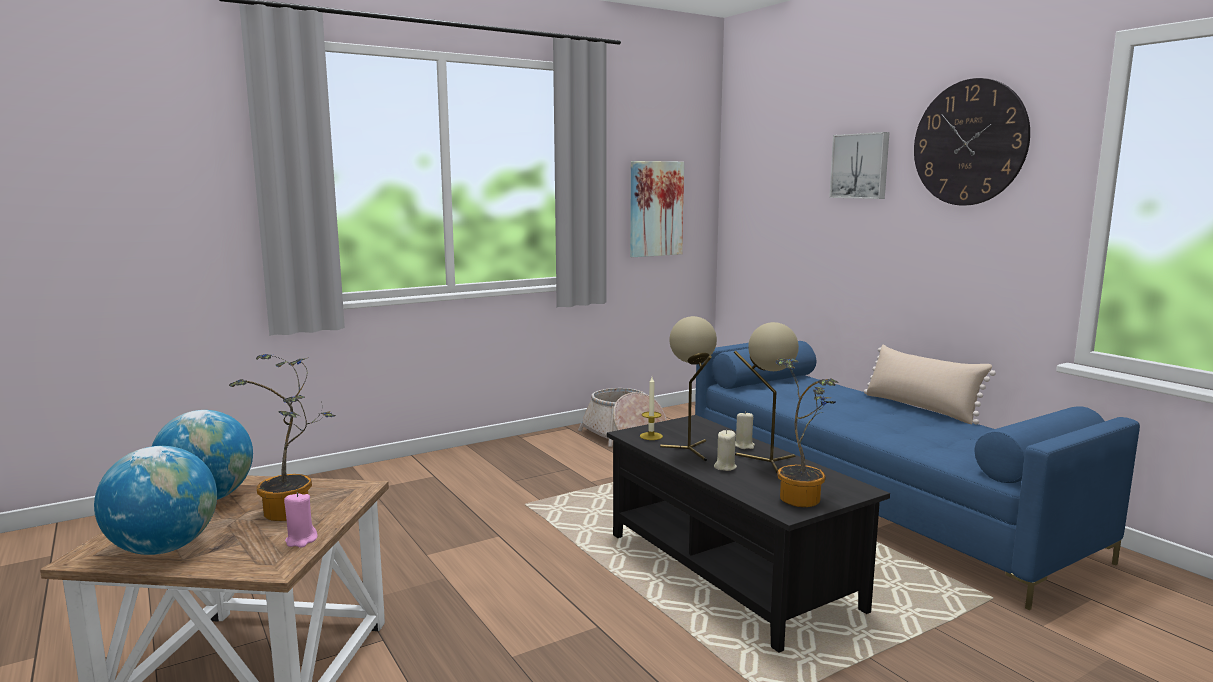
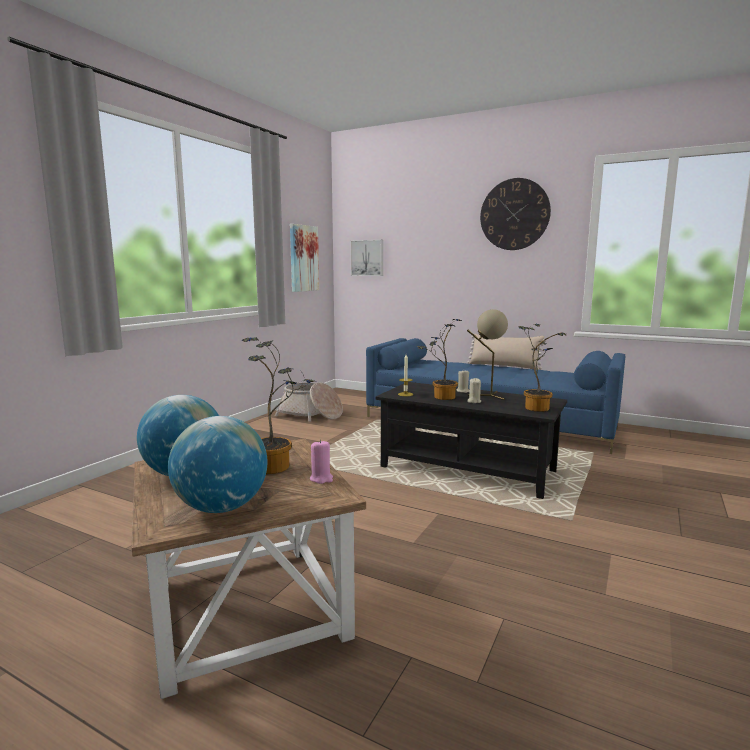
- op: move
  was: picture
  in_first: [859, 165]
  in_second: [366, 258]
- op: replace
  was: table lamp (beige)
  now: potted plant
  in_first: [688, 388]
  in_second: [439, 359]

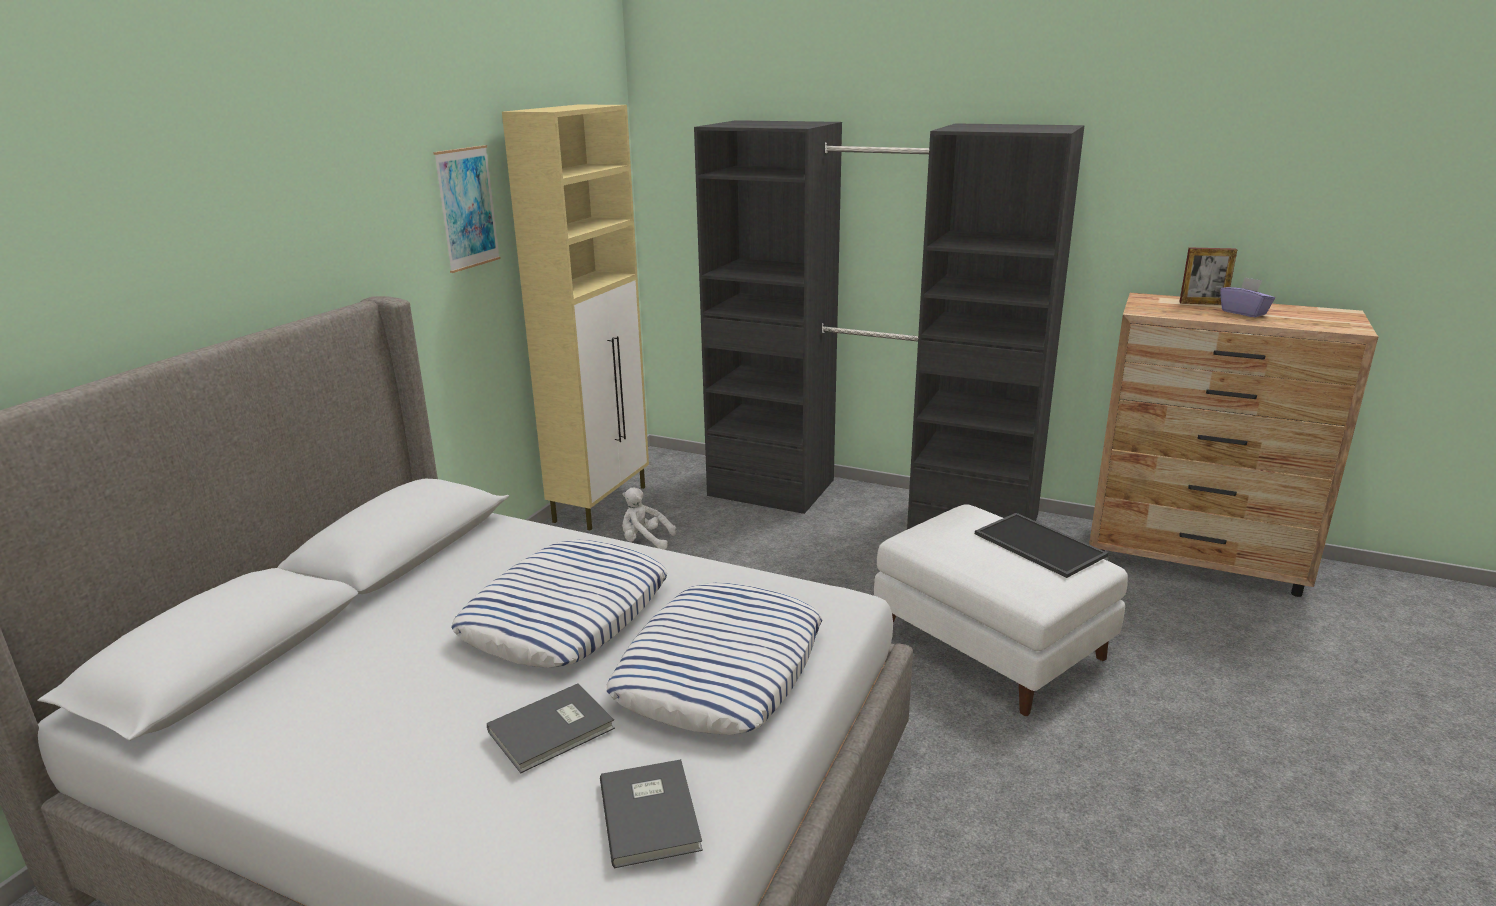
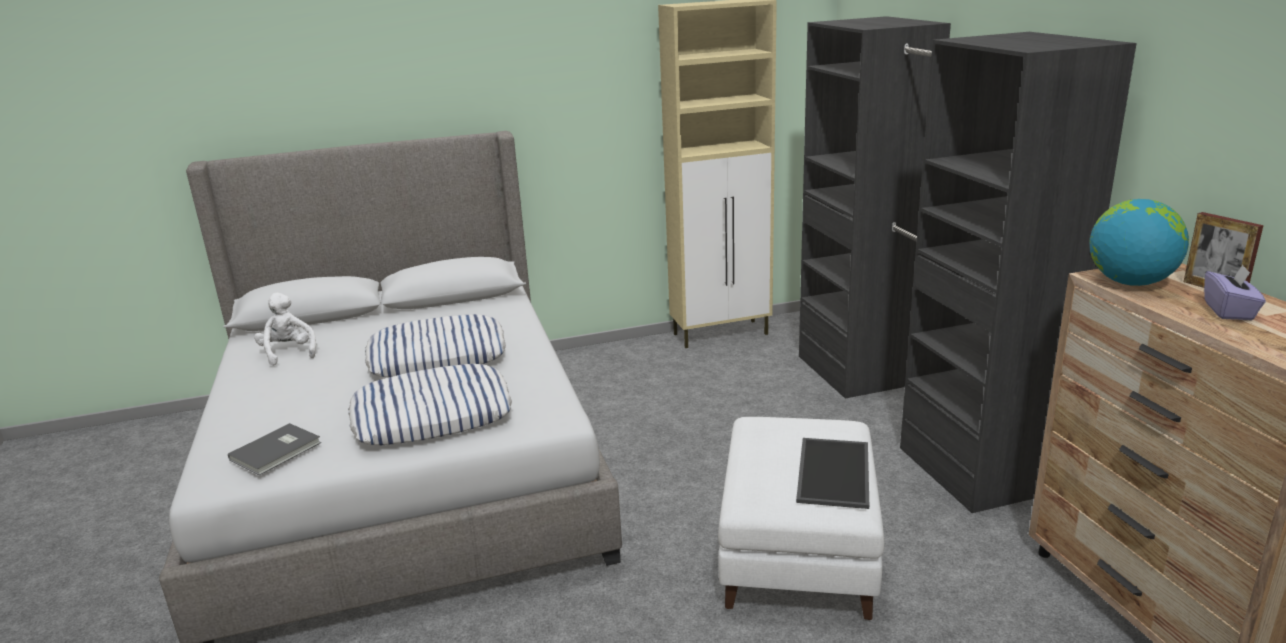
- op: delete
  was: picture
  in_first: [467, 209]
- op: delete
  was: book (grey)
  in_first: [551, 728]
- op: insert
  now: globe
  in_second: [1139, 242]
- op: move
  was: plush toy (white)
  in_first: [649, 518]
  in_second: [285, 329]

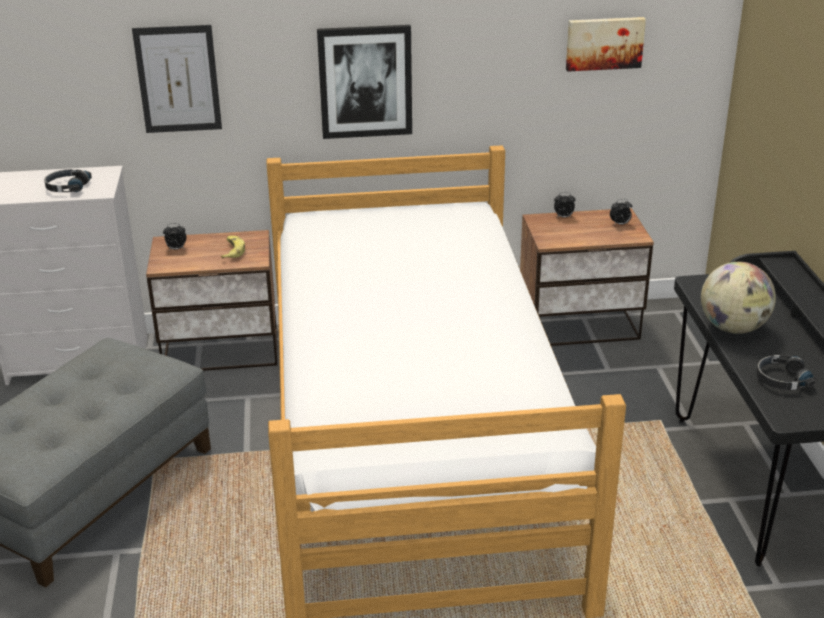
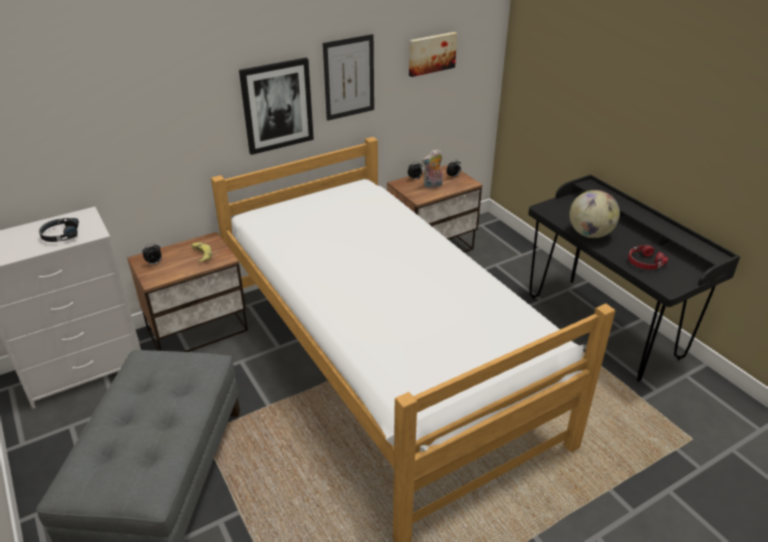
- op: insert
  now: plush toy
  in_second: [432, 169]
- op: move
  was: picture
  in_first: [177, 79]
  in_second: [348, 77]
- op: recolor
  was: headphones (black)
  now: headphones (red)
  in_first: [785, 372]
  in_second: [648, 257]

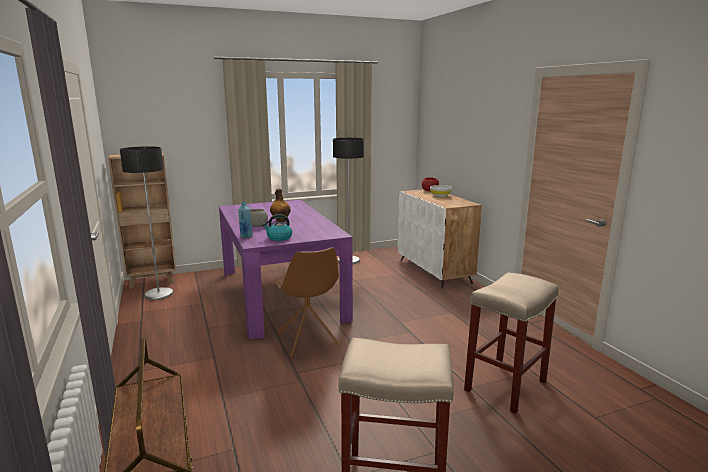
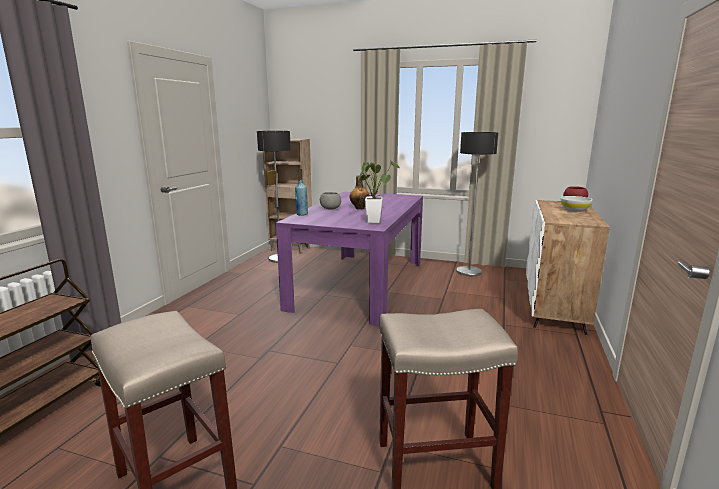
- op: delete
  was: kettle
  in_first: [277, 227]
- op: delete
  was: chair (brown)
  in_first: [308, 302]
- op: insert
  now: potted plant
  in_second: [379, 191]

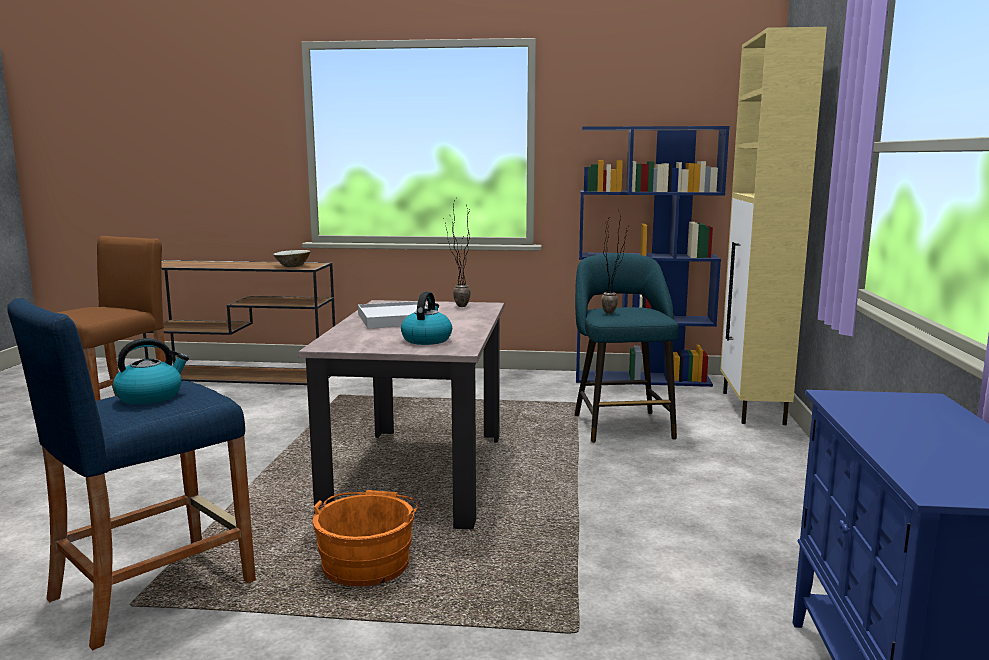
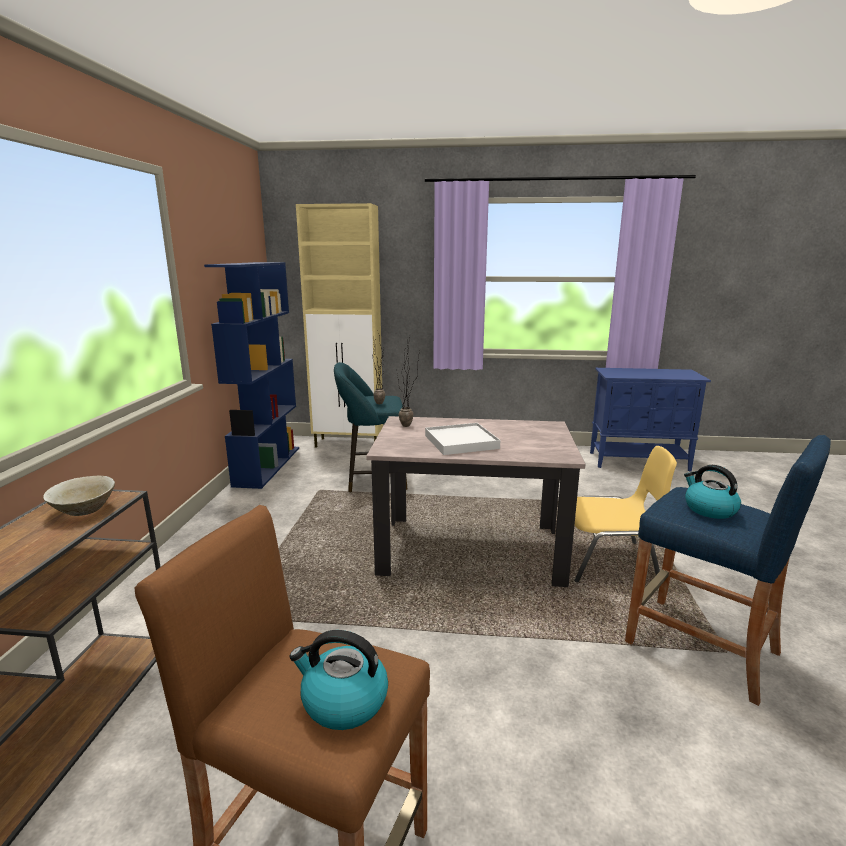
- op: move
  was: kettle
  in_first: [426, 318]
  in_second: [338, 680]
- op: replace
  was: bucket (orange)
  now: chair (yellow)
  in_first: [365, 538]
  in_second: [625, 514]

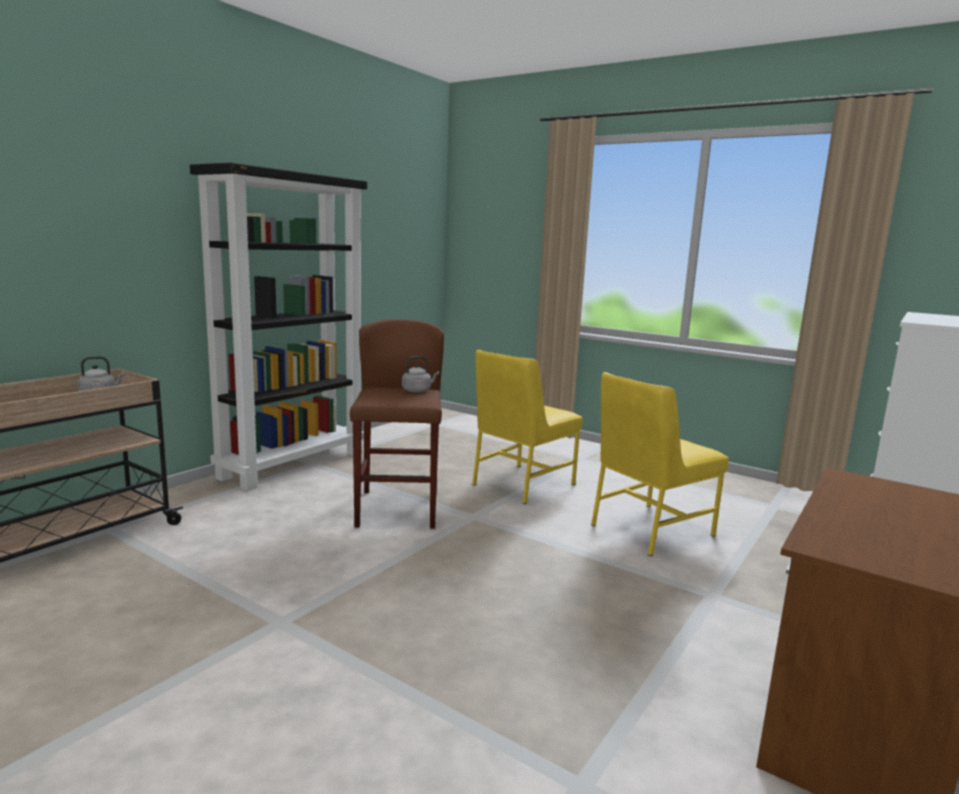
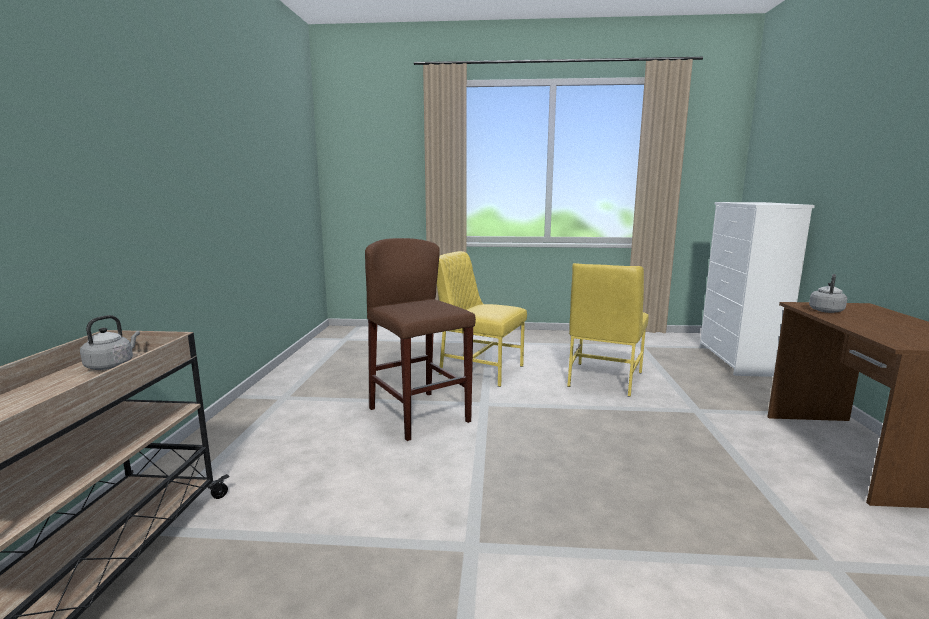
- op: delete
  was: bookcase (black)
  in_first: [278, 327]
- op: move
  was: kettle (grey)
  in_first: [420, 374]
  in_second: [828, 293]
- op: rotate
  was: chair (yellow)
  in_first: [527, 427]
  in_second: [482, 319]
  clockwise: 105

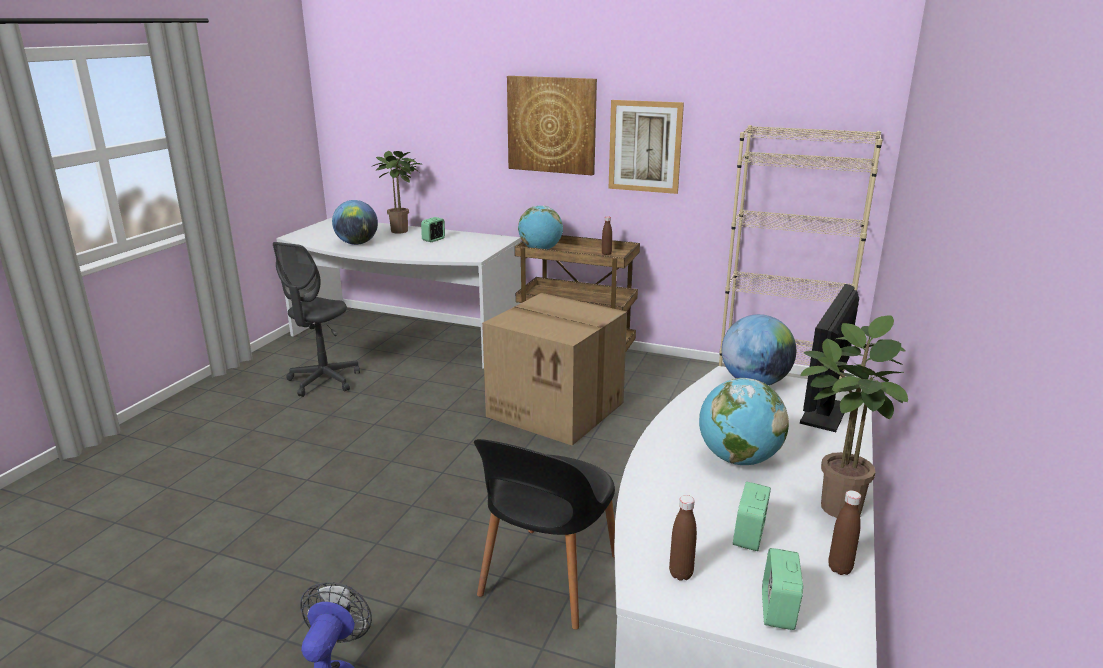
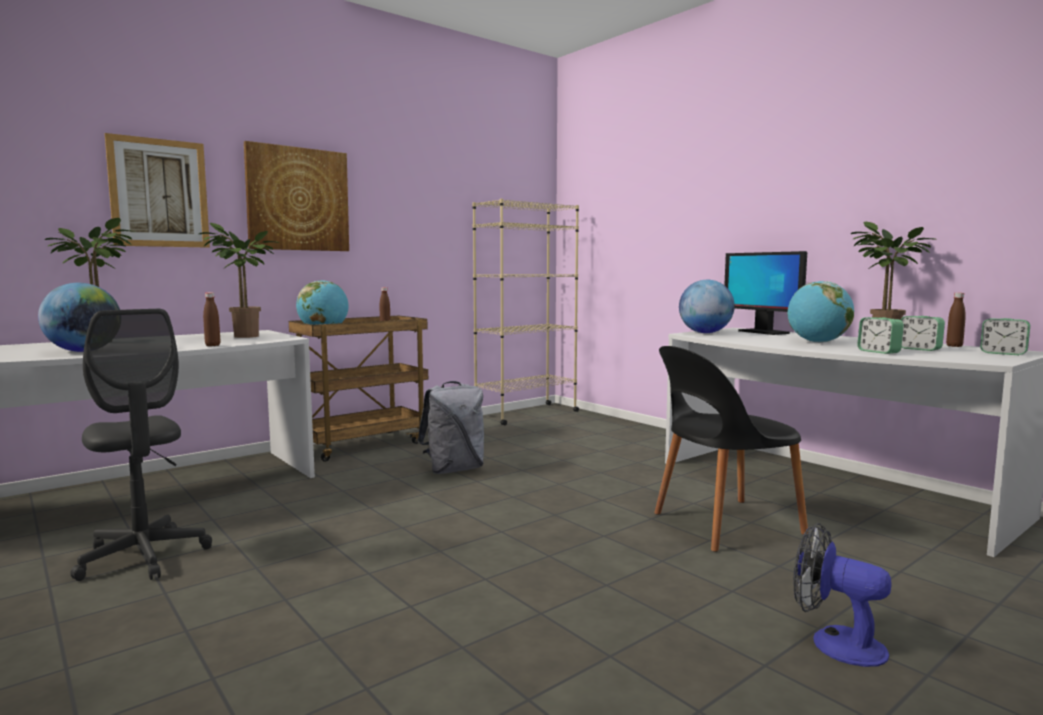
- op: insert
  now: potted plant
  in_second: [239, 280]
- op: move
  was: alarm clock
  in_first: [433, 229]
  in_second: [880, 335]
- op: move
  was: picture
  in_first: [646, 147]
  in_second: [157, 190]
- op: move
  was: bottle (brown)
  in_first: [683, 538]
  in_second: [211, 319]
- op: replace
  was: cardboard box
  now: backpack (grey)
  in_first: [554, 369]
  in_second: [450, 427]
- op: rotate
  was: chair (black)
  in_first: [544, 534]
  in_second: [731, 449]
  clockwise: 105

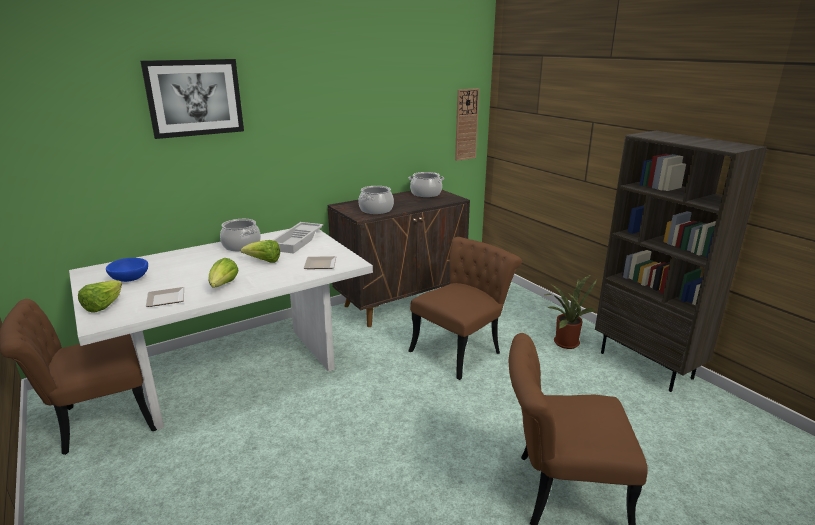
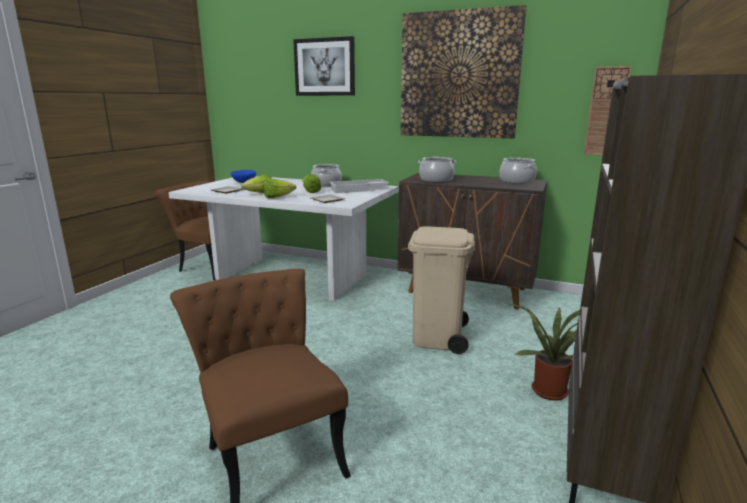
- op: insert
  now: picture
  in_second: [464, 72]
- op: move
  was: lettuce
  in_first: [100, 296]
  in_second: [279, 188]
- op: replace
  was: chair (brown)
  now: trash can (beige)
  in_first: [465, 308]
  in_second: [441, 290]

